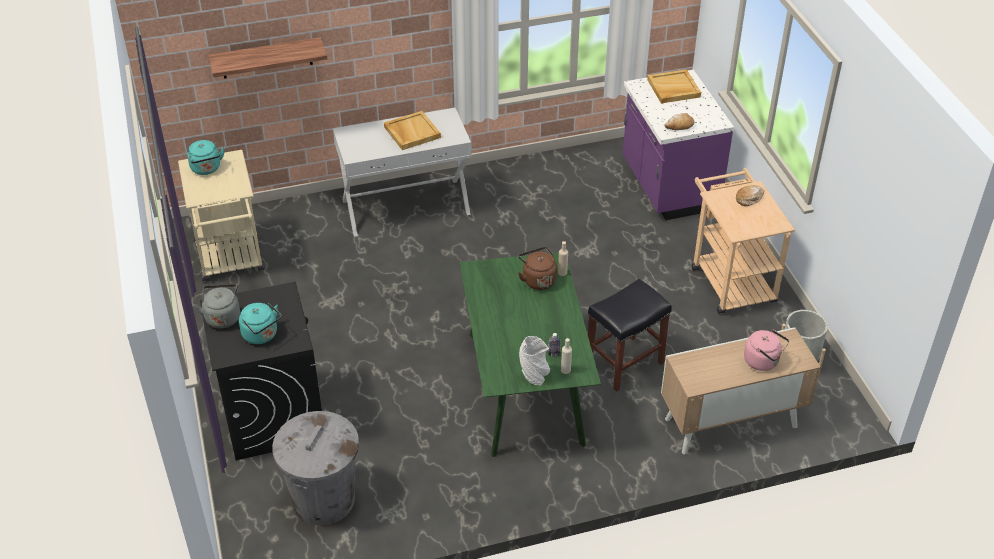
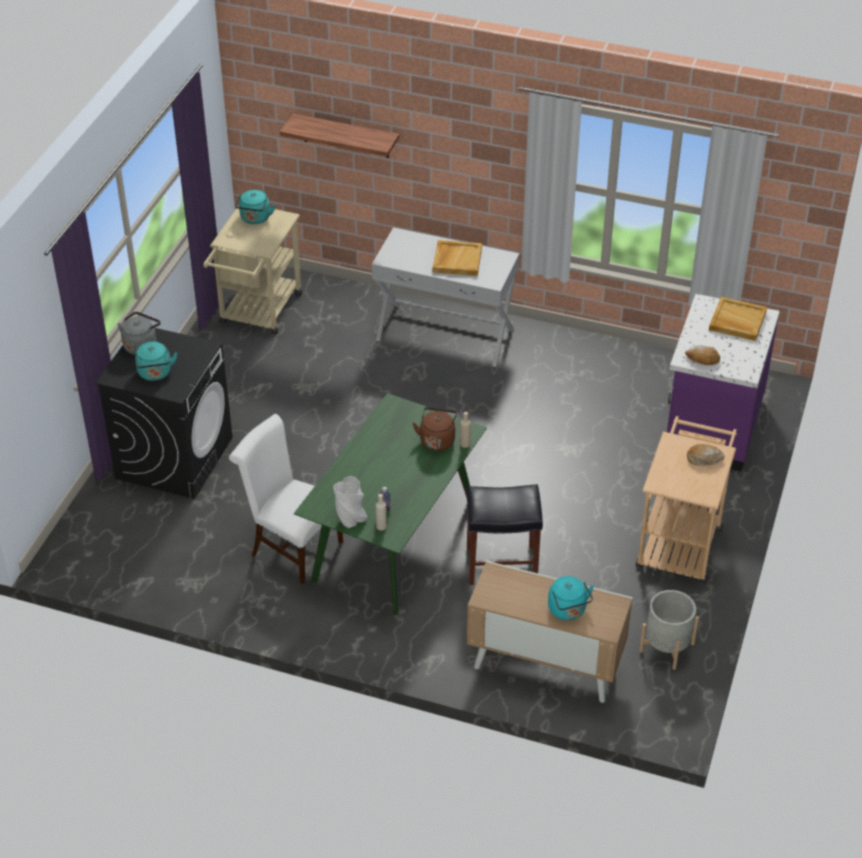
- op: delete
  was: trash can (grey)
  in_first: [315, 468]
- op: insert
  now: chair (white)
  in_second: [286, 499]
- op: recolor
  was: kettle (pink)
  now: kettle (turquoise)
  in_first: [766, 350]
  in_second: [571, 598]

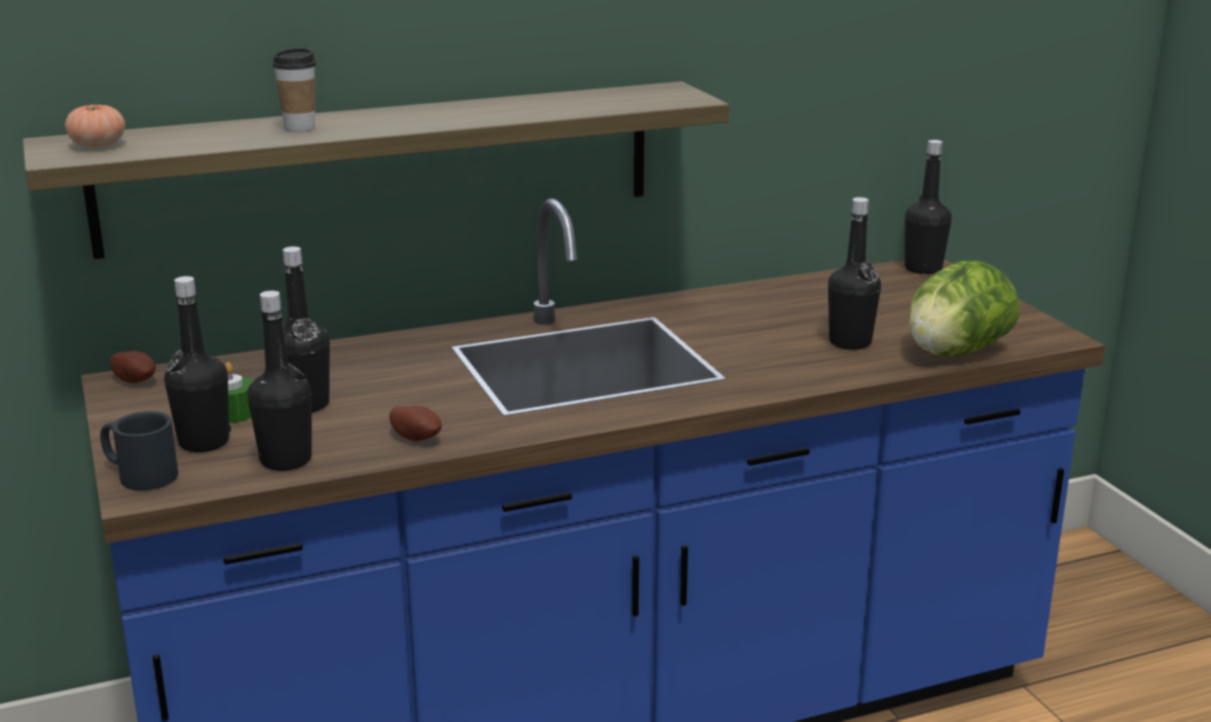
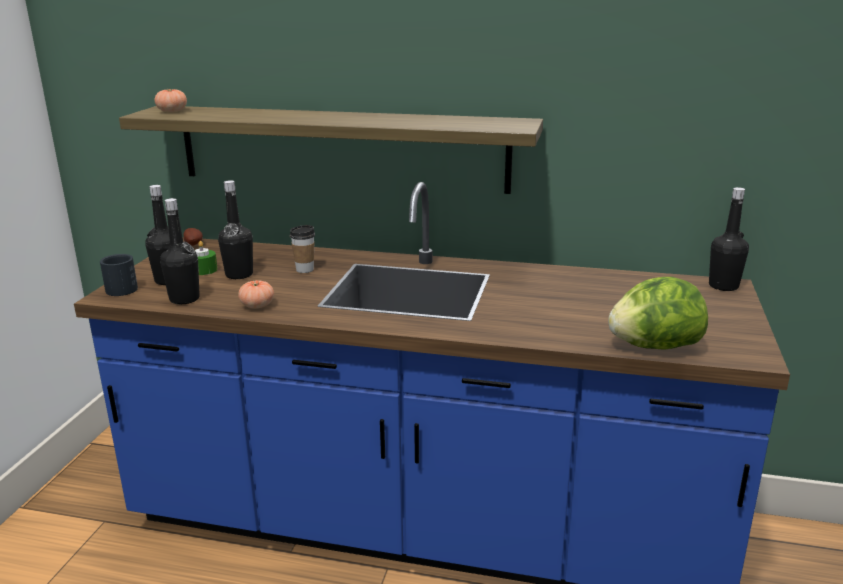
- op: delete
  was: bottle (black)
  in_first: [854, 273]
- op: move
  was: cup
  in_first: [294, 90]
  in_second: [302, 249]
- op: replace
  was: potato
  now: tomato
  in_first: [415, 423]
  in_second: [256, 294]

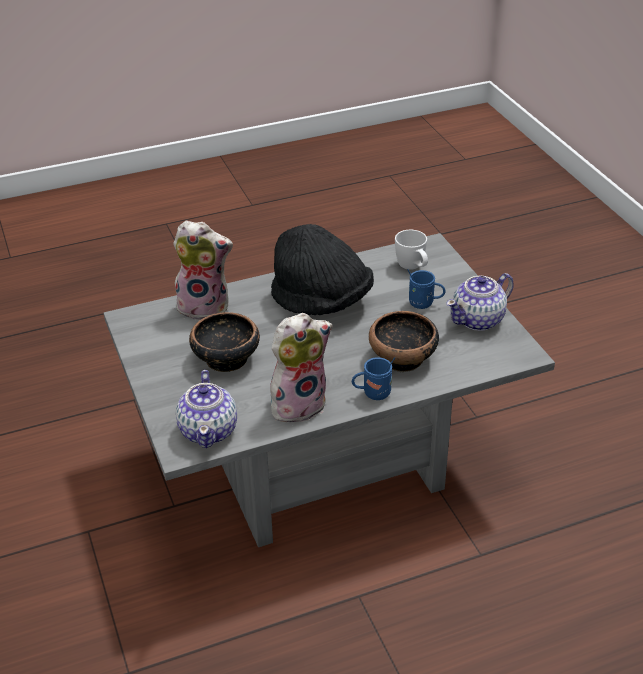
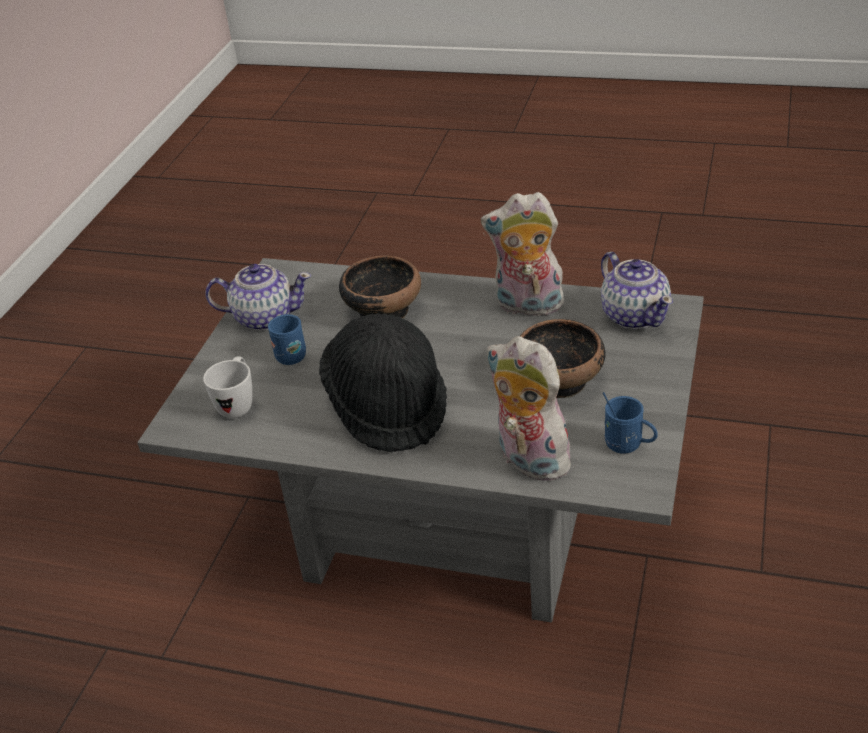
- op: move
  was: mug (blue)
  in_first: [373, 378]
  in_second: [630, 423]
- op: rotate
  was: teapot
  in_first: [206, 409]
  in_second: [637, 290]
  clockwise: 120

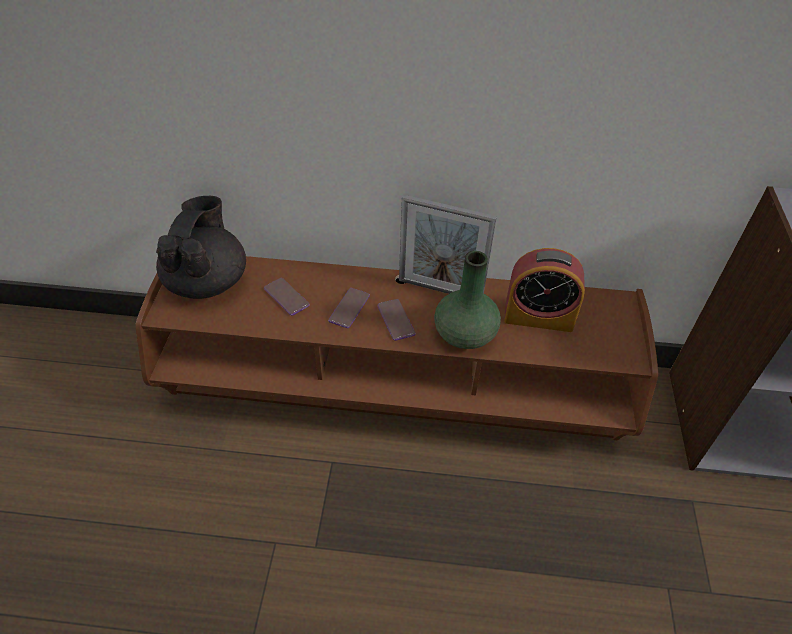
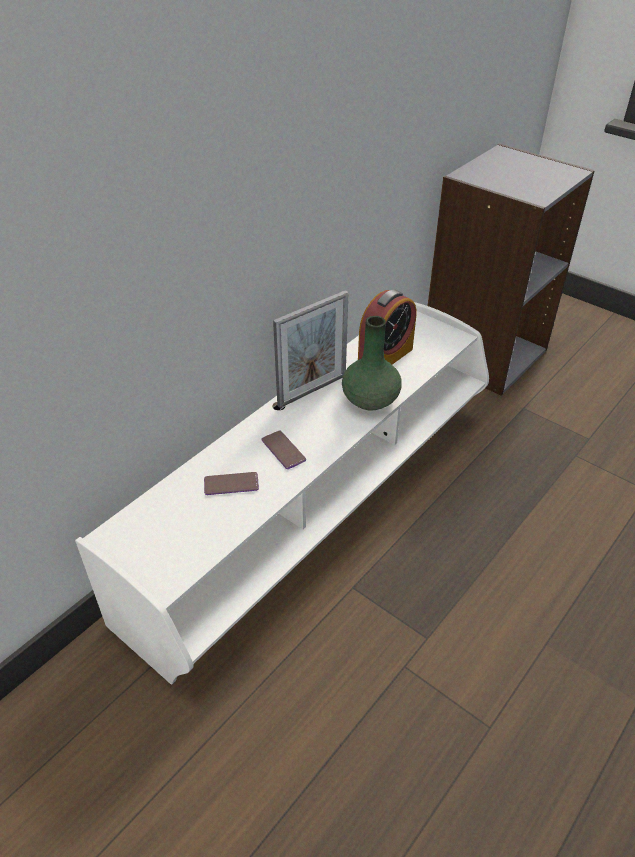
- op: delete
  was: teapot (black)
  in_first: [201, 247]
- op: delete
  was: phone
  in_first: [396, 320]
- op: recolor
  was: tv stand (brown)
  now: tv stand (white)
  in_first: [397, 348]
  in_second: [282, 493]

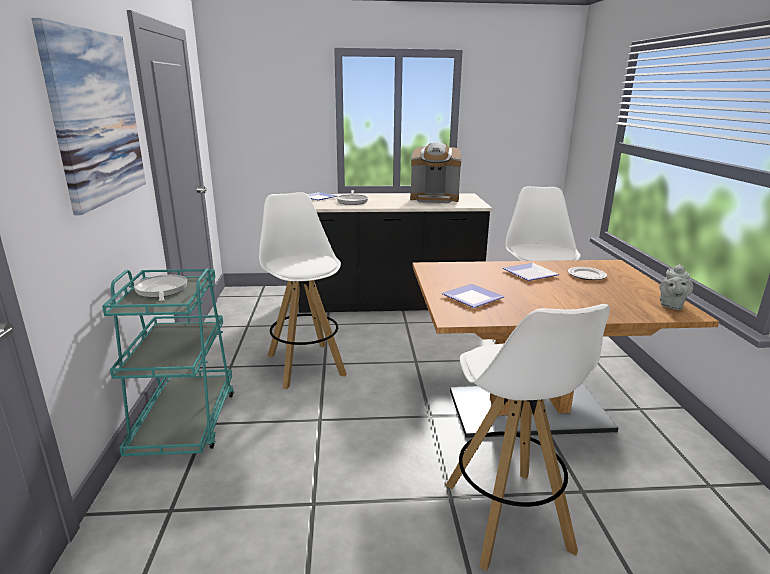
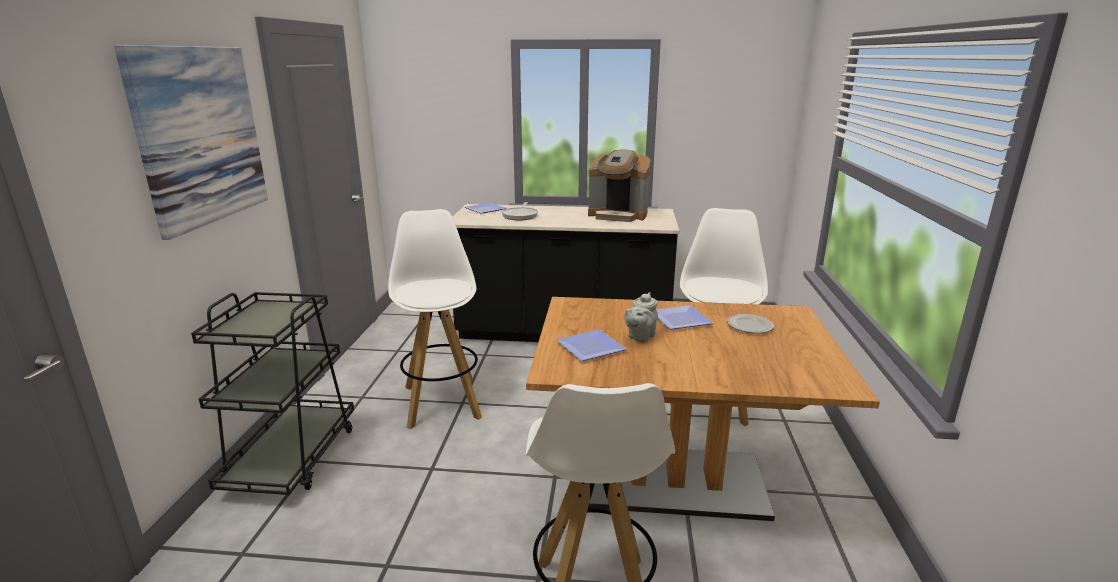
- op: delete
  was: frying pan
  in_first: [160, 288]
- op: move
  was: teapot (grey)
  in_first: [676, 287]
  in_second: [641, 317]
- op: recolor
  was: cart (turquoise)
  now: cart (black)
  in_first: [168, 362]
  in_second: [272, 393]

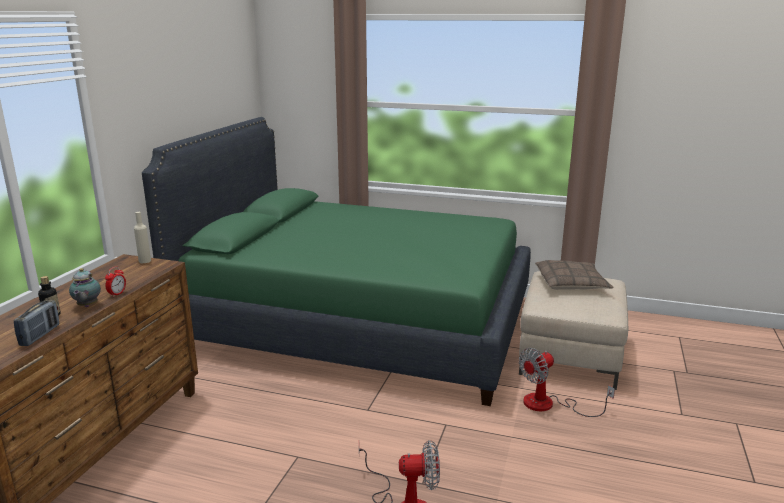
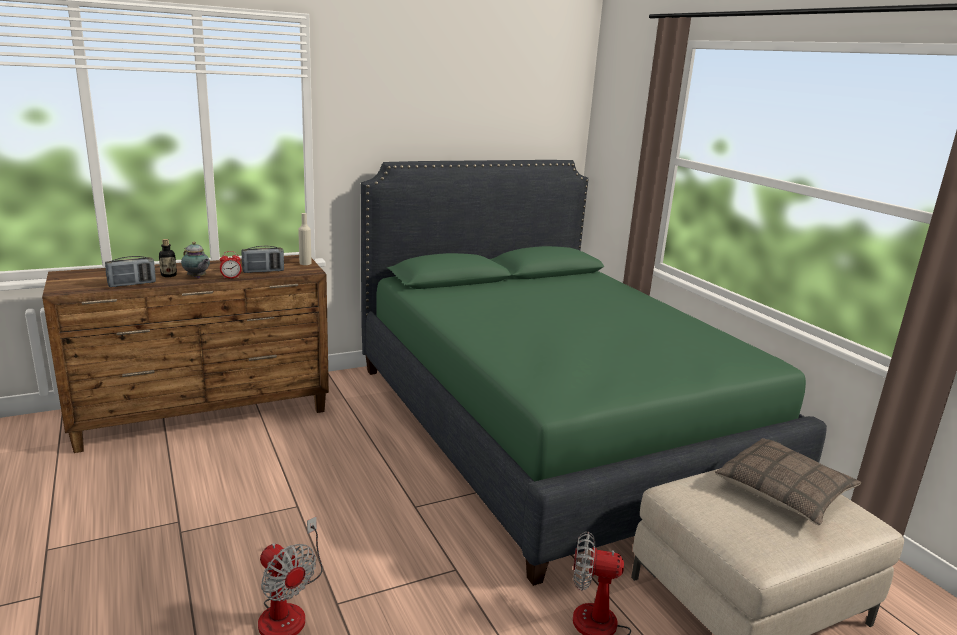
- op: insert
  now: radio
  in_second: [263, 259]
- op: rotate
  was: teapot
  in_first: [85, 287]
  in_second: [195, 260]
  clockwise: -90

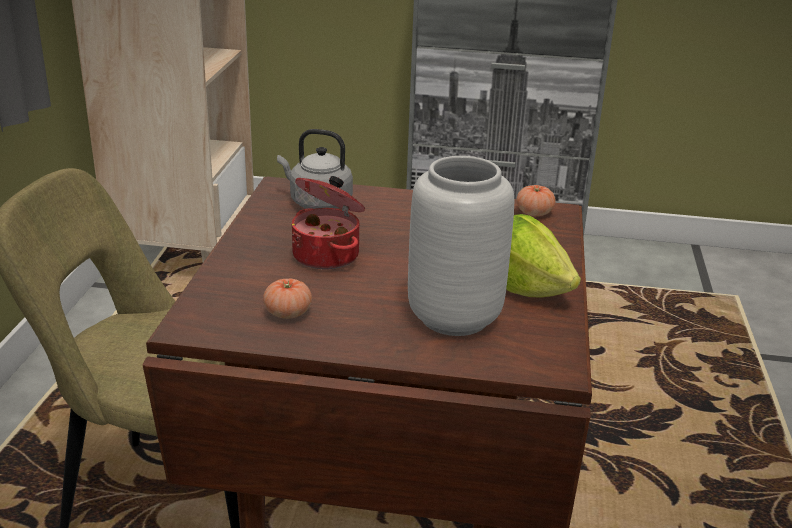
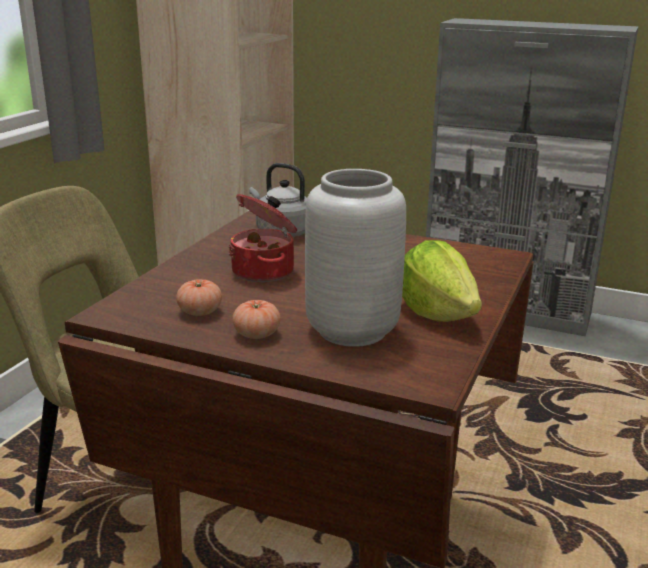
- op: move
  was: tomato
  in_first: [536, 200]
  in_second: [256, 319]

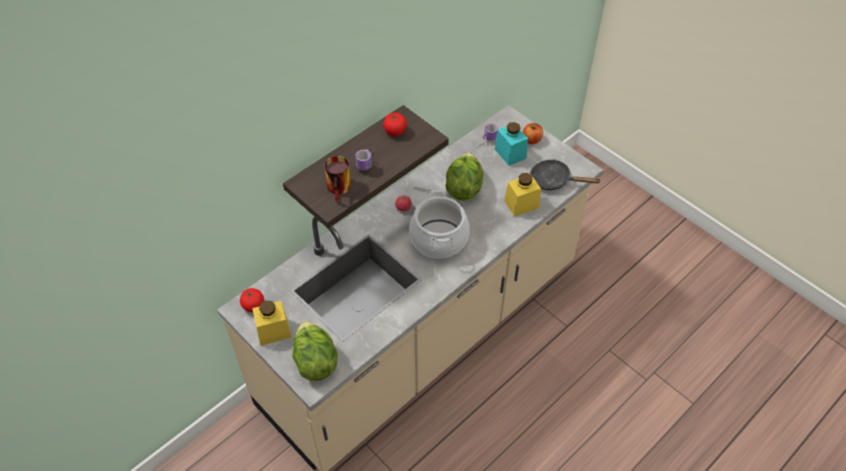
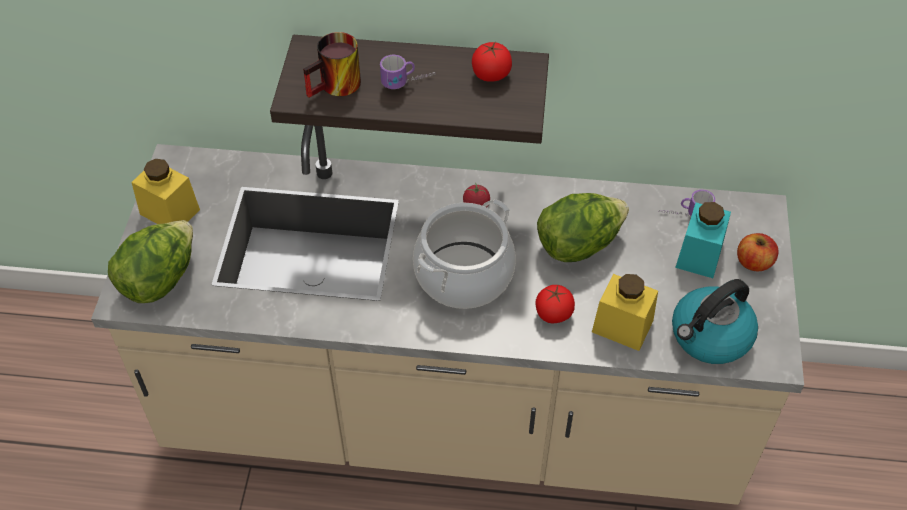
- op: move
  was: tomato
  in_first: [252, 300]
  in_second: [555, 304]
- op: replace
  was: frying pan (black)
  now: kettle
  in_first: [565, 174]
  in_second: [715, 321]

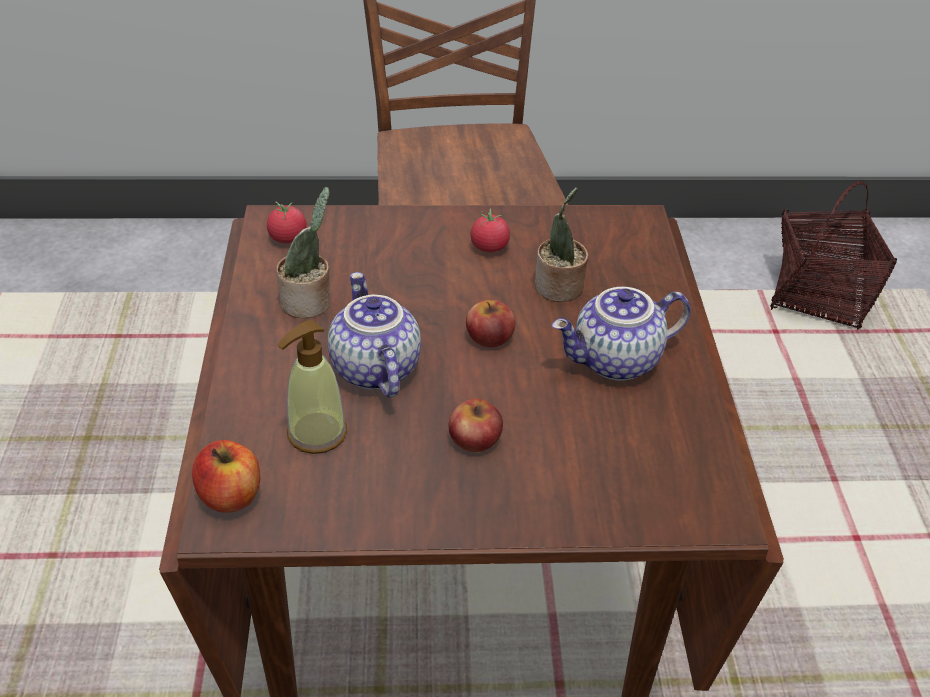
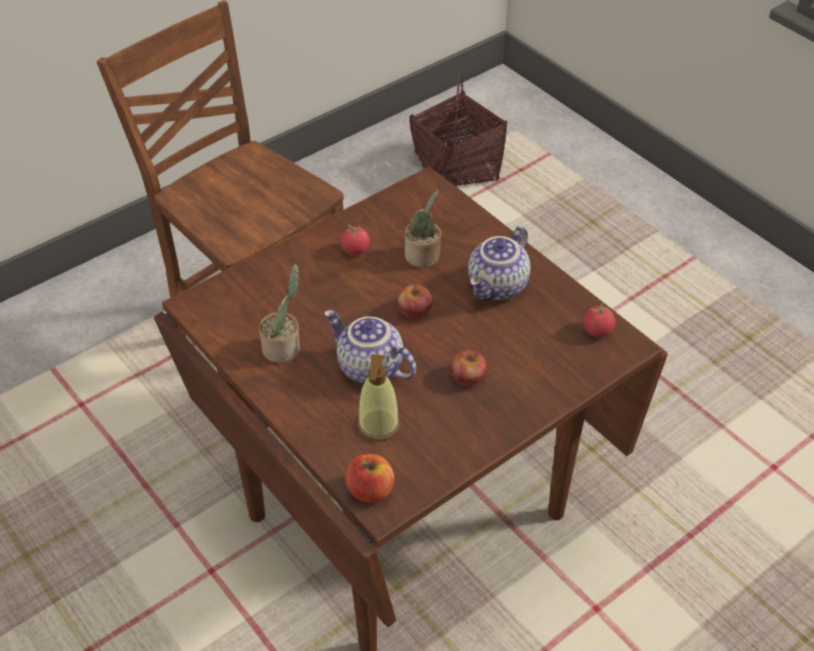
- op: move
  was: tomato
  in_first: [287, 222]
  in_second: [599, 320]

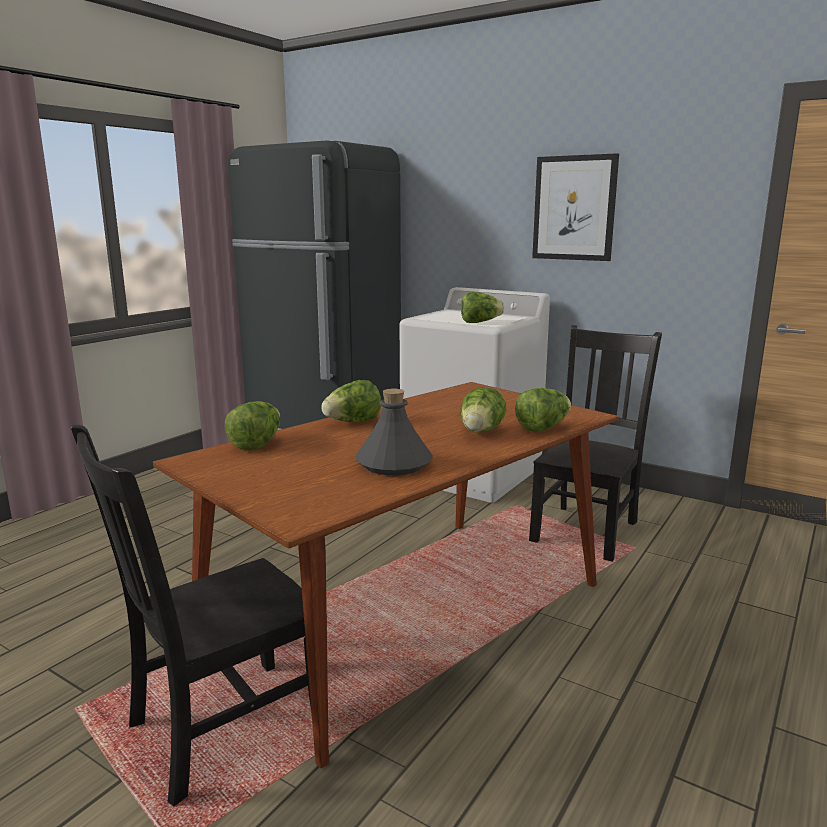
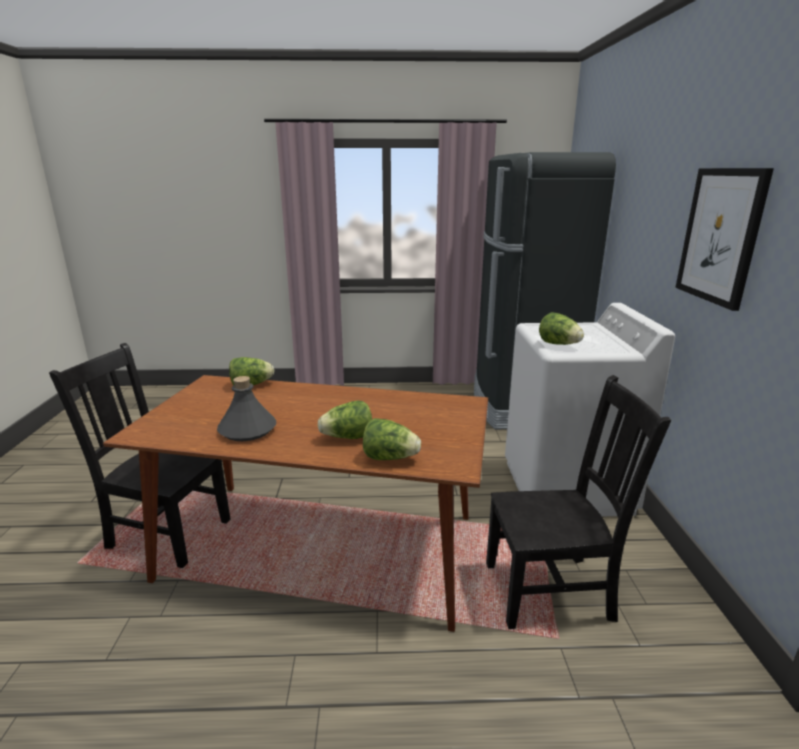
- op: delete
  was: lettuce
  in_first: [351, 401]

